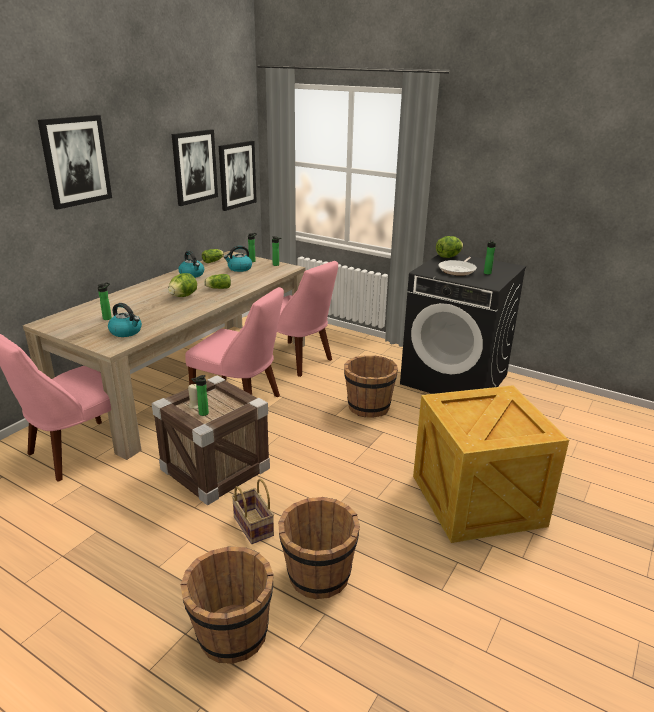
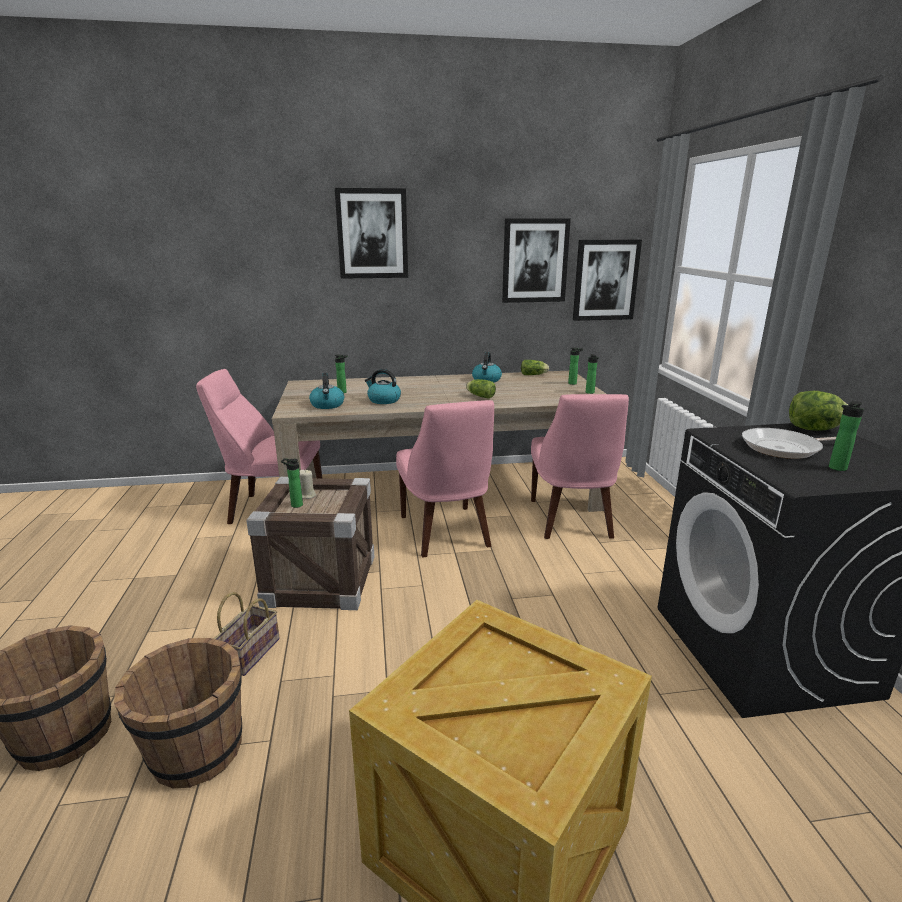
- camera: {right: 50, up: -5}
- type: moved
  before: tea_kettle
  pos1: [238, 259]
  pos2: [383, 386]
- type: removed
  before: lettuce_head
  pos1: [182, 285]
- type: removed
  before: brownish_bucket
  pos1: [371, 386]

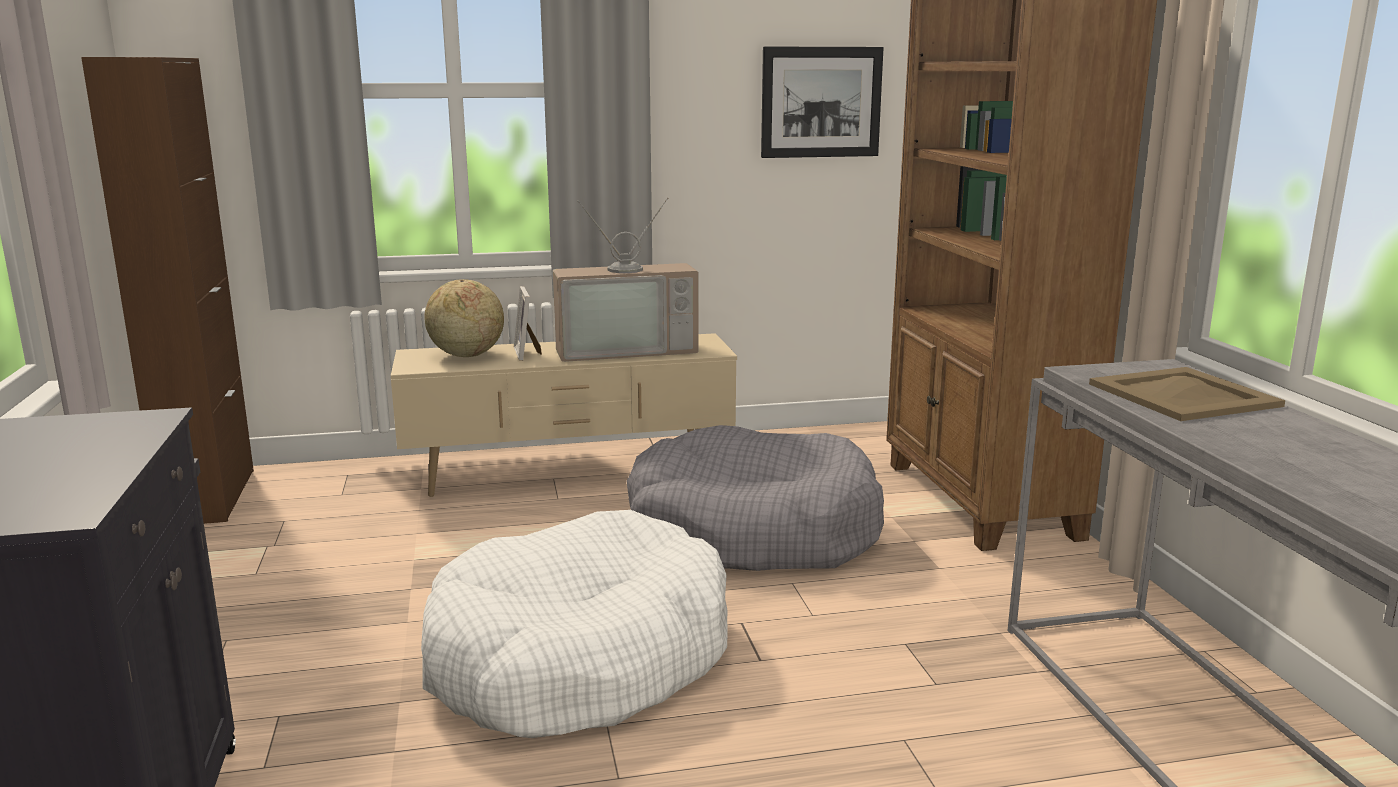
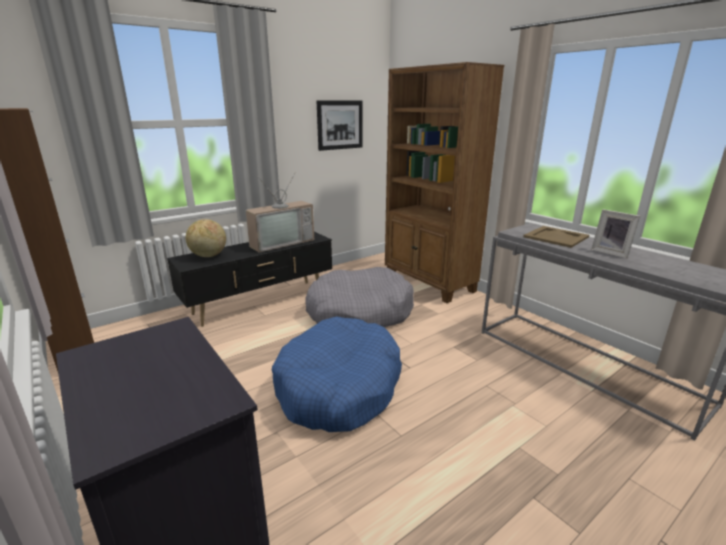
- camera: {right: -25, up: 5}
- type: recoloured
  before: beige-coloured_tv_unit
  after: blackish_tv_unit
  pos1: [564, 415]
  pos2: [249, 279]
- type: recoloured
  before: whitish_pet_bed
  after: blue_pet_bed
  pos1: [574, 624]
  pos2: [337, 374]
- type: moved
  before: photo_frame
  pos1: [528, 323]
  pos2: [616, 233]

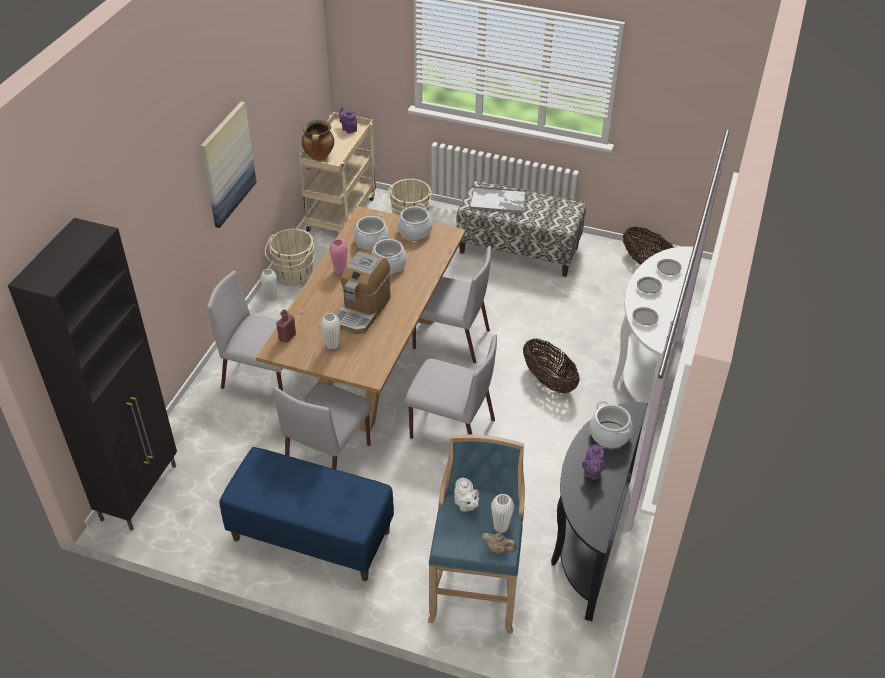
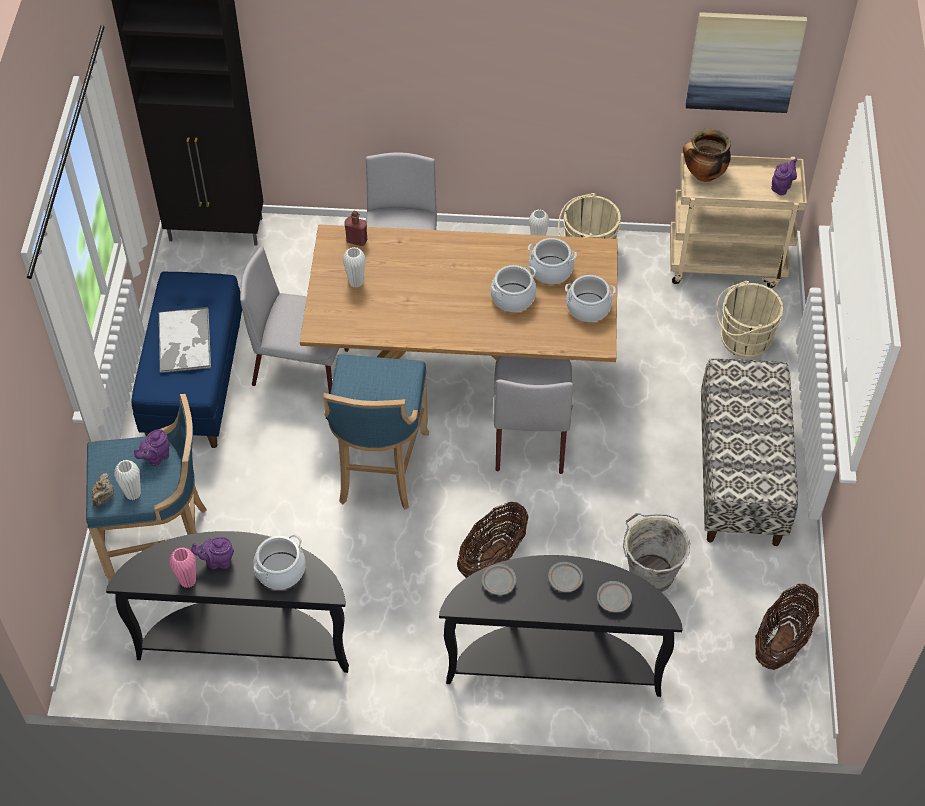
- camera: {right: 75, up: 10}
- type: recoloured
  before: whitish_pot_for_tea
  after: purplish_pot_for_tea
  pos1: [466, 495]
  pos2: [151, 447]
- type: moved
  before: serving_tray
  pos1: [497, 200]
  pos2: [184, 340]
- type: moved
  before: pink_flower_vase
  pos1: [338, 256]
  pos2: [182, 567]
- type: replaced
  before: grey_chair
  after: blue_stool
  pos1: [451, 386]
  pos2: [376, 432]
- type: recoloured
  before: whitish_hall_table
  after: blackish_hall_table
  pos1: [653, 336]
  pos2: [560, 626]
- type: added
  after: grey_bucket
  pos2: [656, 552]
- type: moved
  before: wall_picture
  pos1: [228, 165]
  pos2: [746, 62]
- type: removed
  before: coffee_maker
  pos1: [363, 293]

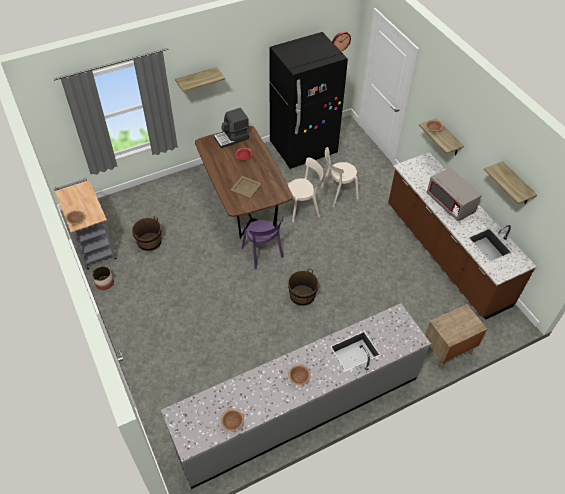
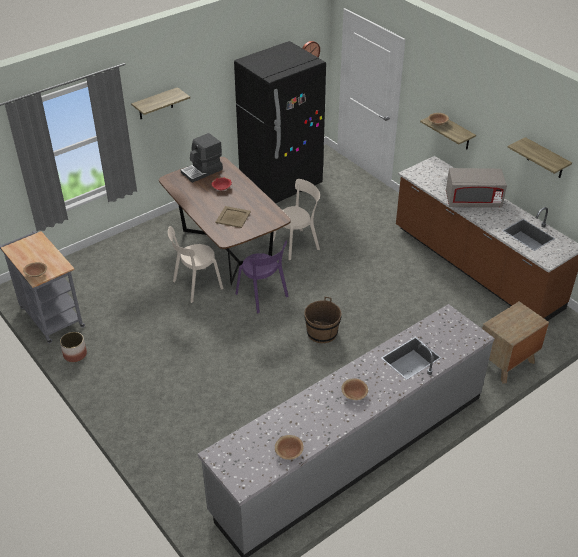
- camera: {right: -10, up: -10}
- type: moved
  before: beige-coloured_chair
  pos1: [340, 177]
  pos2: [195, 264]
- type: turned
  before: grey_kitchen_microwave
  pos1: [454, 194]
  pos2: [476, 188]
  turn: -45
- type: removed
  before: brownish_bucket
  pos1: [147, 233]

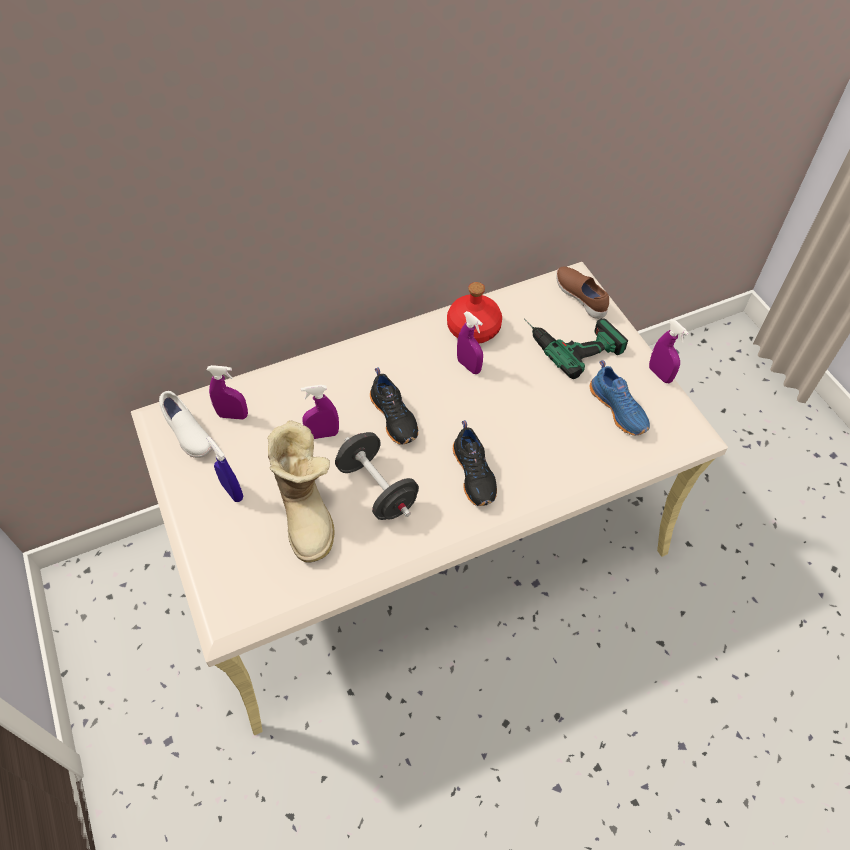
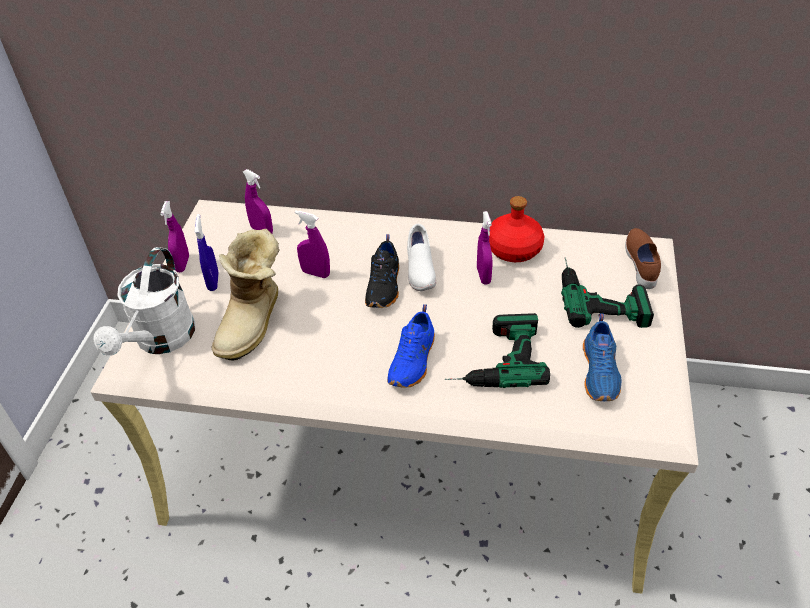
- camera: {right: 35, up: -10}
- type: added
  after: whitish_watering_can
  pos2: [144, 301]
- type: moved
  before: purplish_hand_sprayer
  pos1: [669, 351]
  pos2: [174, 236]
- type: recoloured
  before: blackish_shoe
  after: blue_shoe
  pos1: [475, 463]
  pos2: [411, 346]
- type: moved
  before: whitish_shoe
  pos1: [185, 424]
  pos2: [421, 257]
- type: added
  after: power_drill
  pos2: [497, 350]
- type: removed
  before: blackish_dumbbell
  pos1: [377, 476]

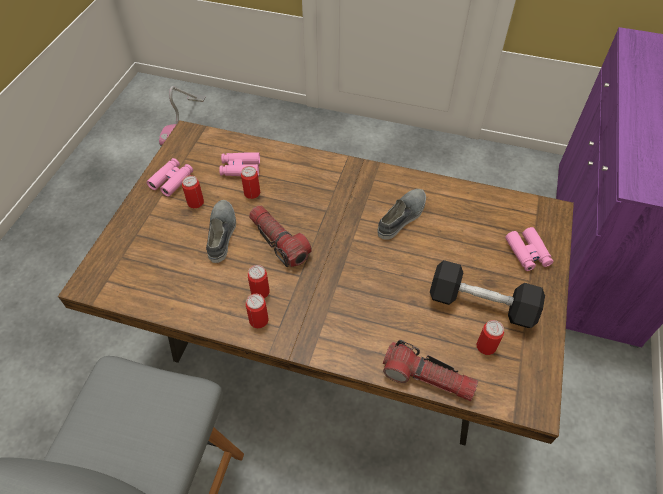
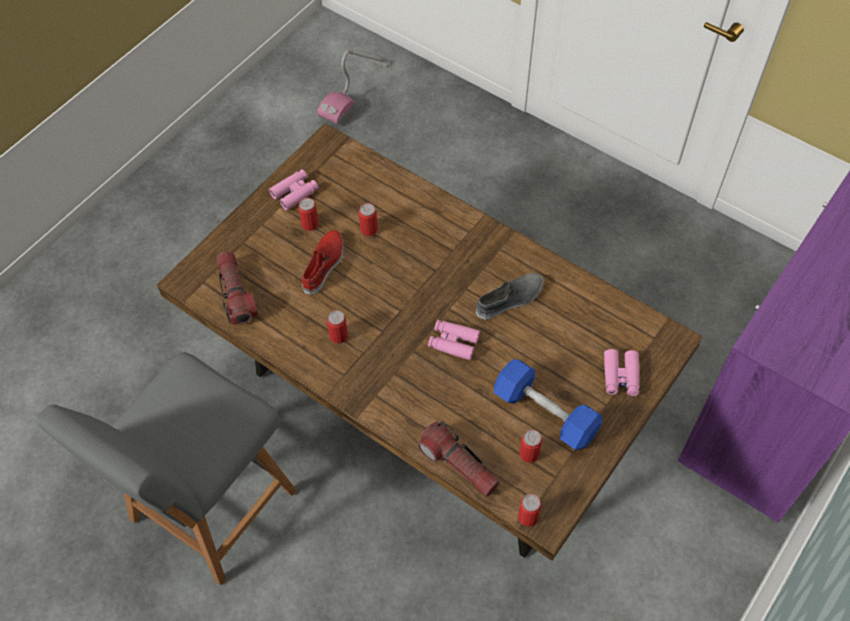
- camera: {right: 20, up: 5}
- type: moved
  before: torch
  pos1: [280, 236]
  pos2: [237, 287]
- type: recoloured
  before: grey_shoe
  after: red_shoe
  pos1: [221, 231]
  pos2: [323, 262]
- type: moved
  before: pink_field_glasses
  pos1: [239, 164]
  pos2: [454, 340]
- type: recoloured
  before: blackish_dumbbell
  after: blue_dumbbell
  pos1: [487, 294]
  pos2: [548, 404]
- type: moved
  before: can
  pos1: [257, 311]
  pos2: [529, 510]

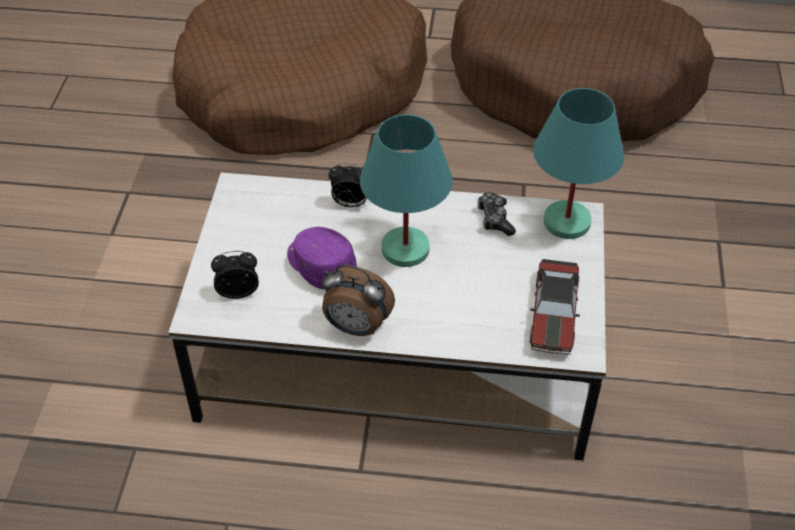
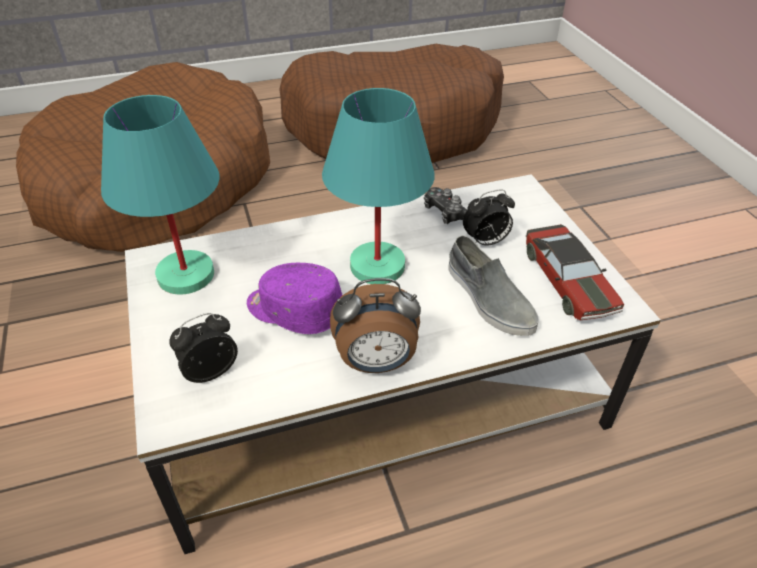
- camera: {right: -25, up: -5}
- type: moved
  before: turquoise_lamp_for_a_table
  pos1: [578, 163]
  pos2: [160, 195]
- type: added
  after: grey_shoe
  pos2: [493, 285]
- type: moved
  before: alarm_clock
  pos1: [347, 185]
  pos2: [489, 217]

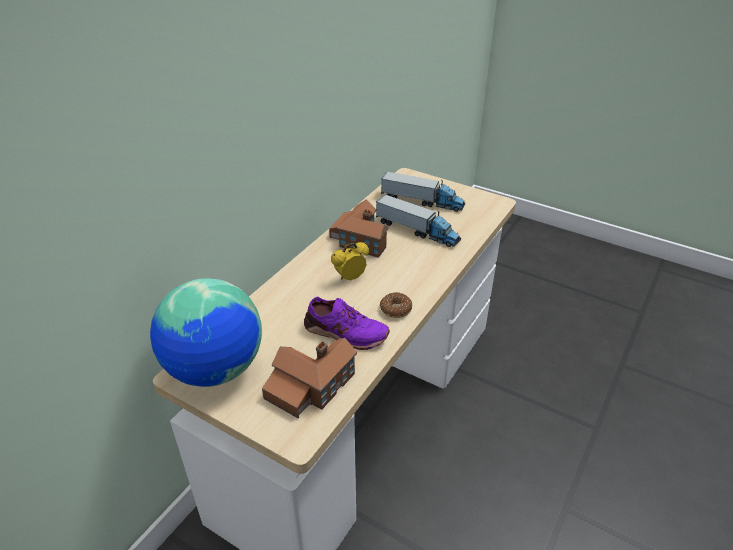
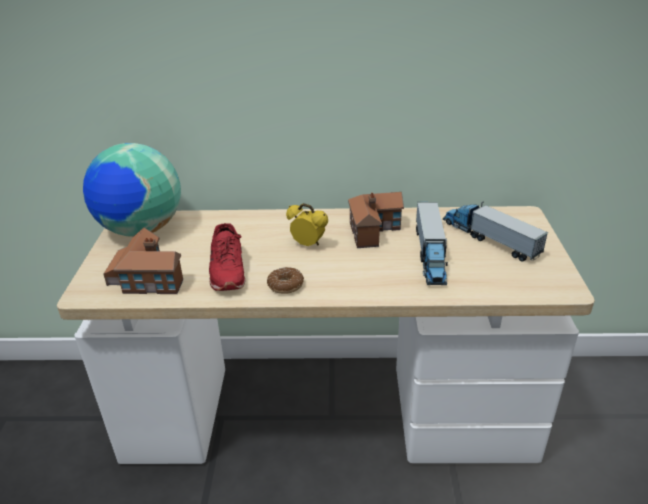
- camera: {right: 60, up: -5}
- type: recoloured
  before: purplish_shoe
  after: red_shoe
  pos1: [347, 323]
  pos2: [227, 257]
- type: turned
  before: model_truck
  pos1: [423, 191]
  pos2: [496, 232]
  turn: 150

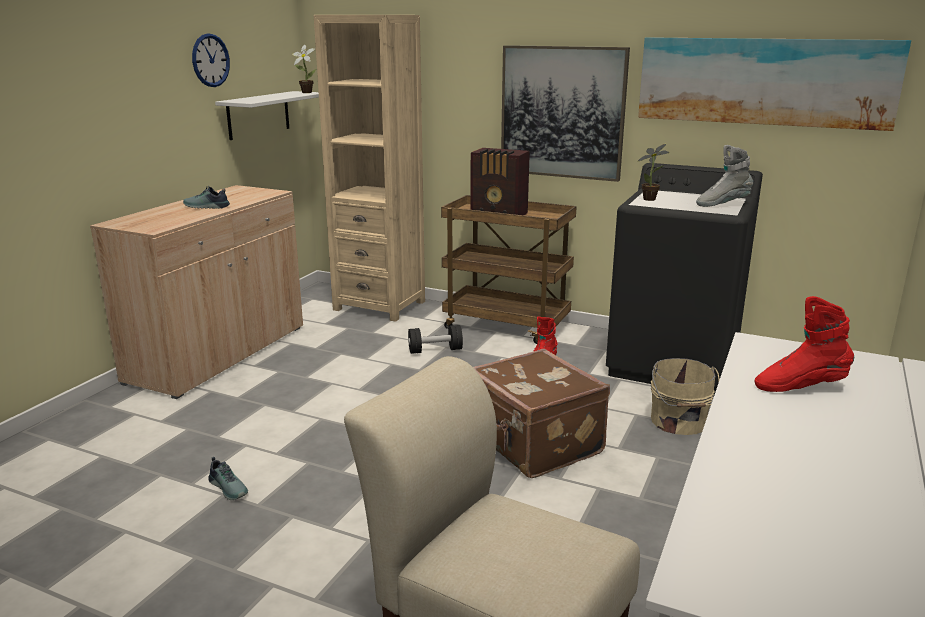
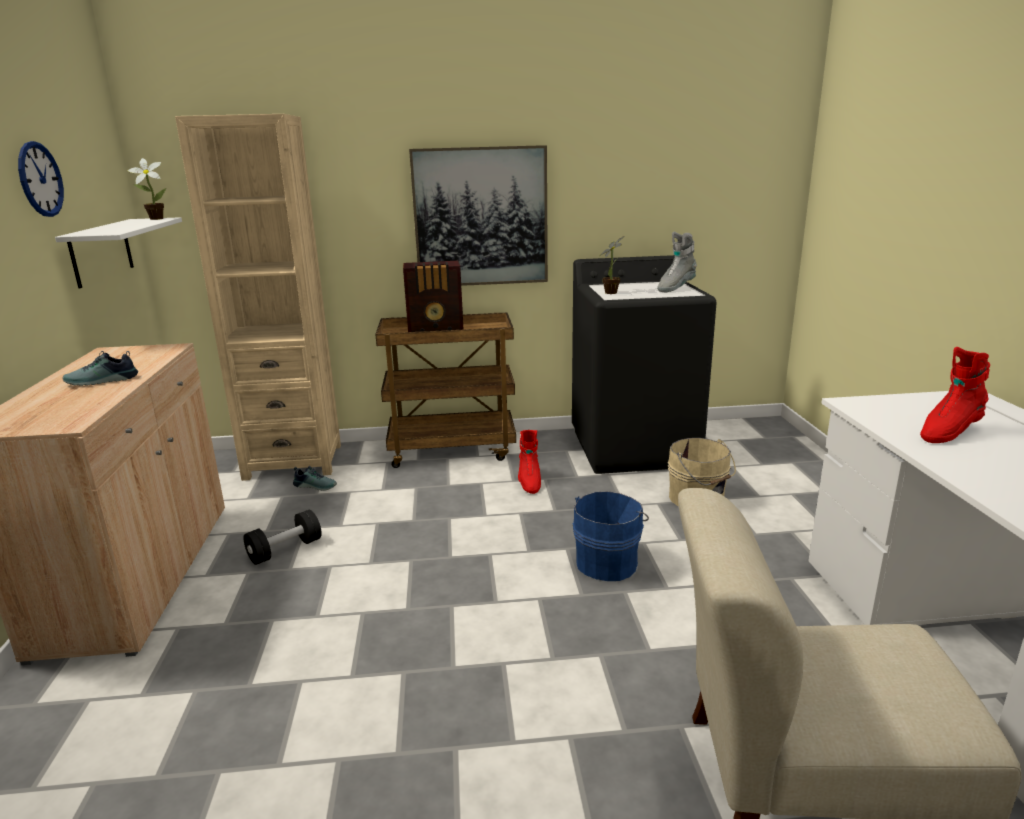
- camera: {right: -30, up: 0}
- type: moved
  before: blackish_dumbbell
  pos1: [435, 339]
  pos2: [282, 537]
- type: moved
  before: shoe
  pos1: [228, 478]
  pos2: [315, 478]
- type: replaced
  before: brownish_suitcase
  after: blue_bucket
  pos1: [541, 413]
  pos2: [611, 536]
- type: removed
  before: wall_picture
  pos1: [774, 84]

